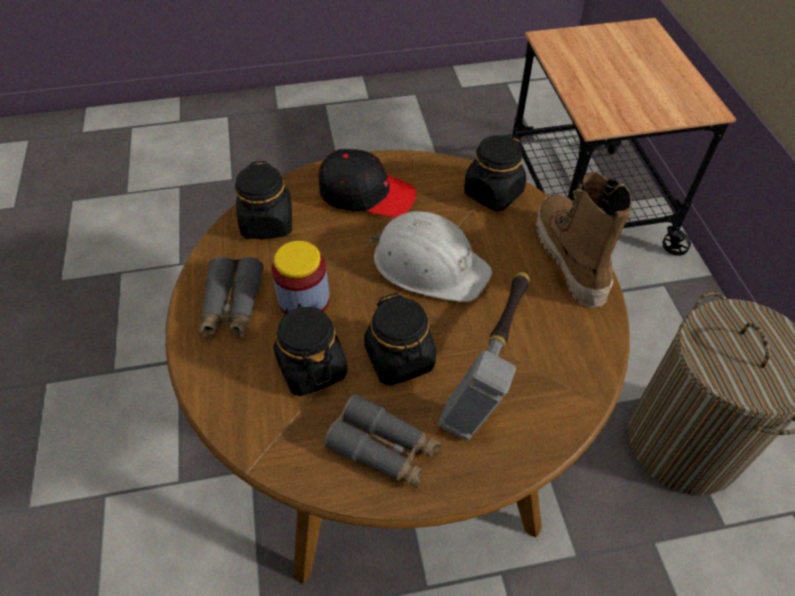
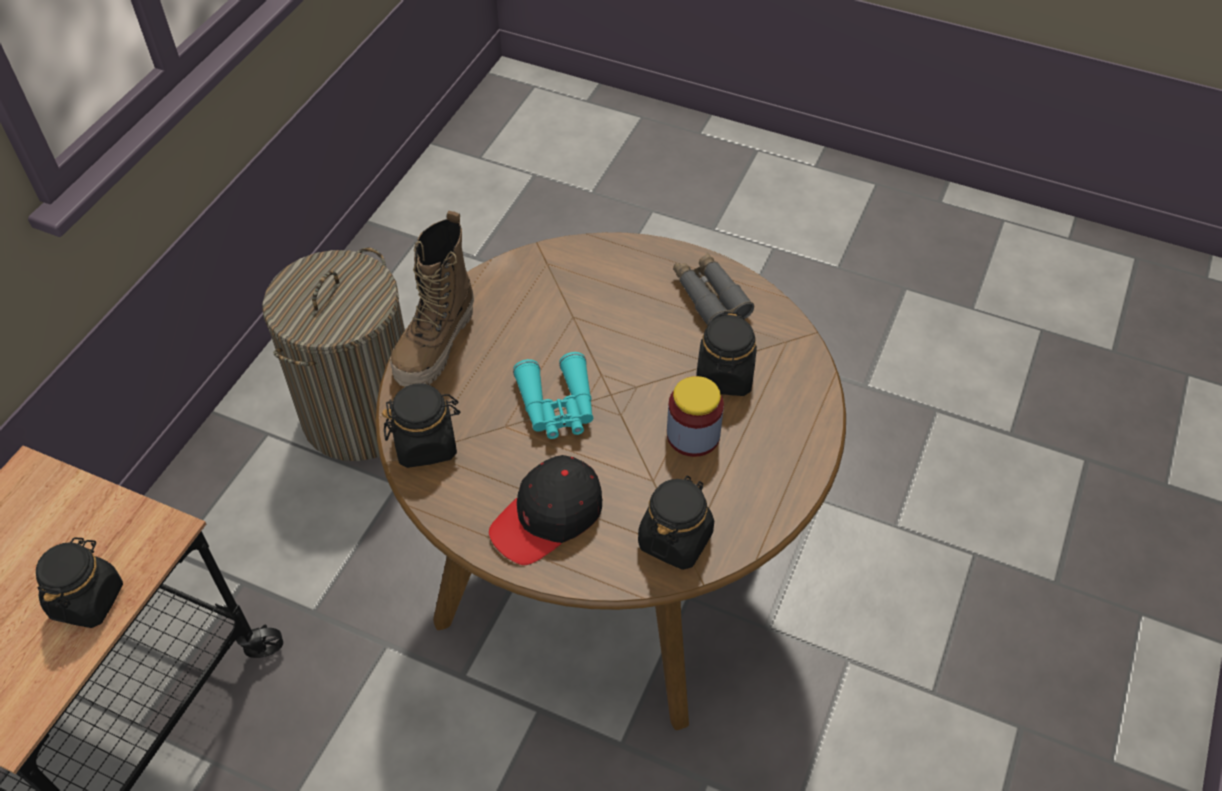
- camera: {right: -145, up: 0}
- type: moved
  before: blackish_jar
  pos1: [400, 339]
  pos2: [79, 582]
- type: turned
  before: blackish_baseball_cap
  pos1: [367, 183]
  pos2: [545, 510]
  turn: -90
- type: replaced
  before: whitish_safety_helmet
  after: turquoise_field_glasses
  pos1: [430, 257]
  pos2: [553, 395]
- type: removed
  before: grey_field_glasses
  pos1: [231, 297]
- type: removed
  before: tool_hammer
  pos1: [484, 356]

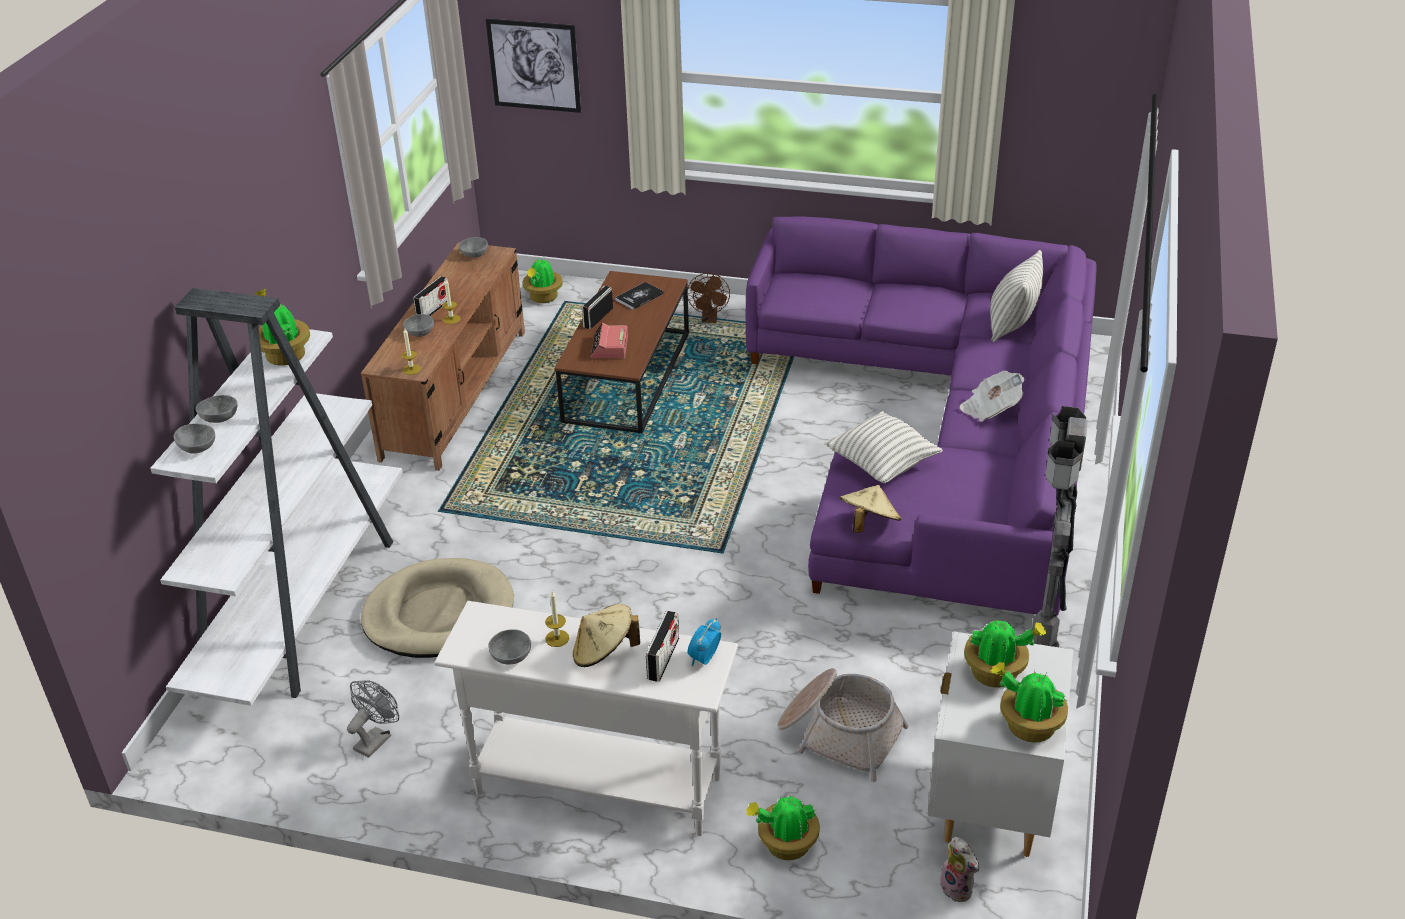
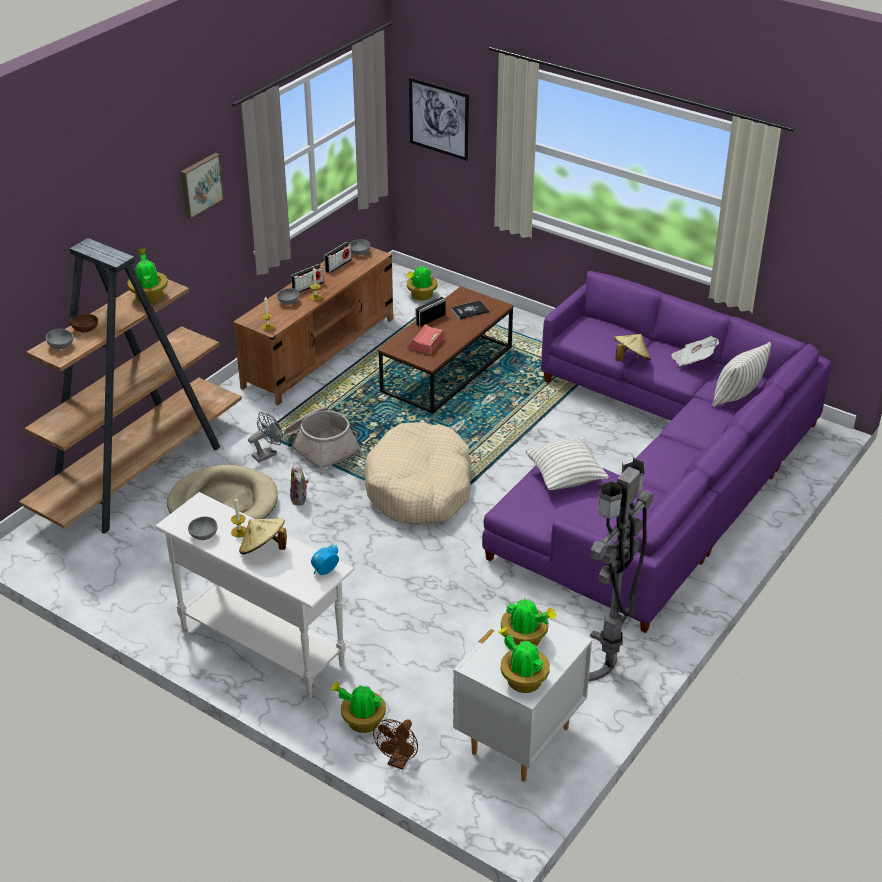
- camera: {right: 20, up: 0}
- type: recoloured
  before: whitish_bookshelf
  after: brownish_bookshelf
  pos1: [276, 497]
  pos2: [130, 386]
- type: recoloured
  before: grey_serving_bowl
  after: brownish_serving_bowl
  pos1: [217, 409]
  pos2: [84, 323]
- type: added
  after: wall_picture
  pos2: [202, 186]
- type: moved
  before: grey_cooling_fan
  pos1: [373, 719]
  pos2: [265, 437]
- type: moved
  before: basket
  pos1: [843, 725]
  pos2: [323, 440]
- type: moved
  before: soft_toy
  pos1: [959, 869]
  pos2: [299, 484]
- type: moved
  before: radio_receiver
  pos1: [662, 646]
  pos2: [338, 257]
- type: added
  after: beige-coloured_pet_bed
  pos2: [417, 473]
- type: moved
  before: brownish_cooling_fan
  pos1: [709, 298]
  pos2: [395, 744]
- type: moved
  before: beige-coloured_clothing_hat
  pos1: [870, 509]
  pos2: [632, 347]
- type: moved
  before: printed_paper
  pos1: [992, 396]
  pos2: [695, 351]

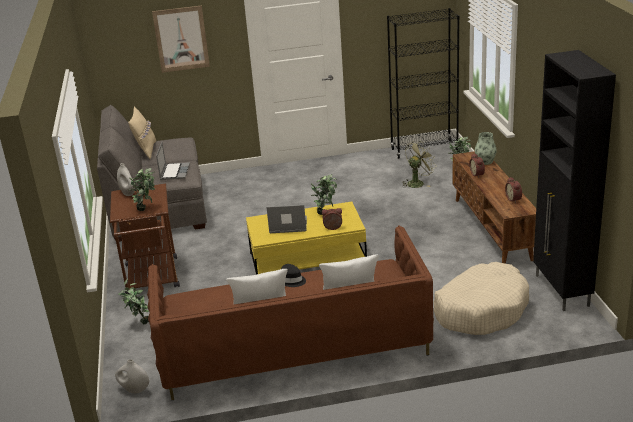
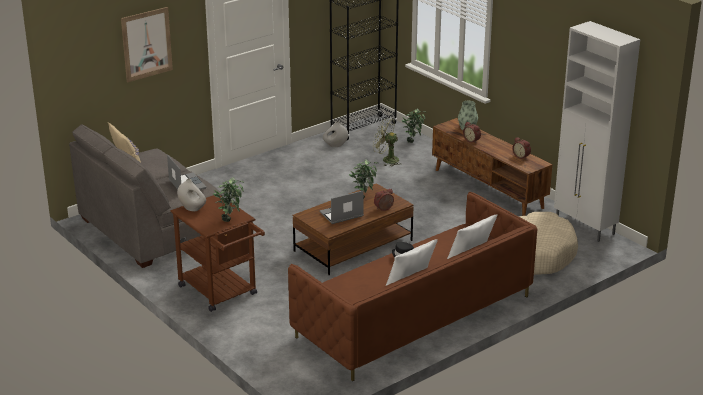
- camera: {right: -30, up: 0}
- type: recoloured
  before: yellow_coffee_table
  after: brownish_coffee_table
  pos1: [306, 238]
  pos2: [353, 229]
- type: moved
  before: whitish_flower_vase
  pos1: [132, 376]
  pos2: [335, 134]
- type: turned
  before: greenish_cooling_fan
  pos1: [419, 164]
  pos2: [387, 142]
  turn: -90
- type: recoloured
  before: blackish_storage_cabinet
  after: whitish_storage_cabinet
  pos1: [574, 180]
  pos2: [597, 131]
- type: removed
  before: houseplant
  pos1: [133, 301]

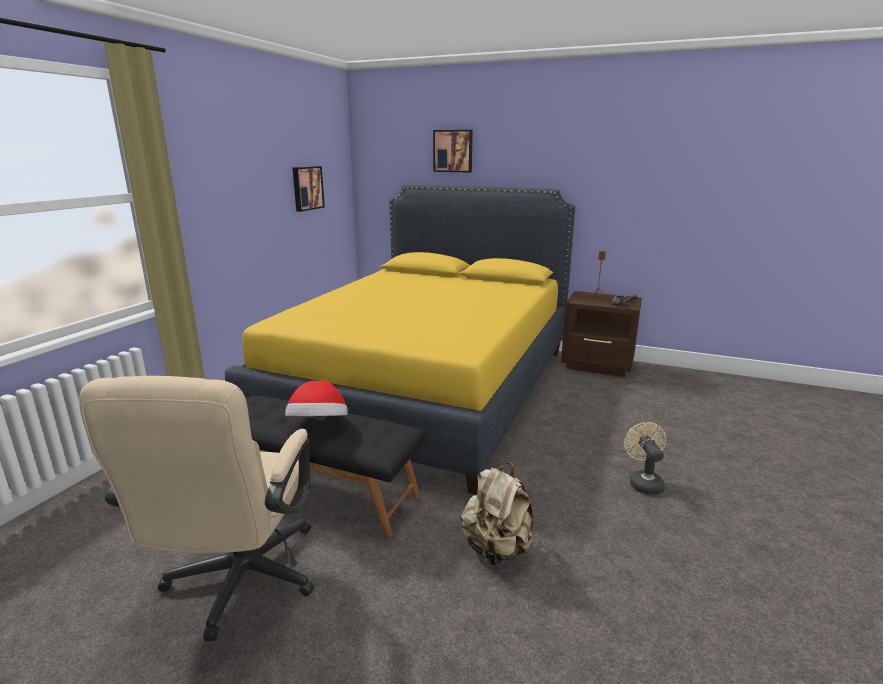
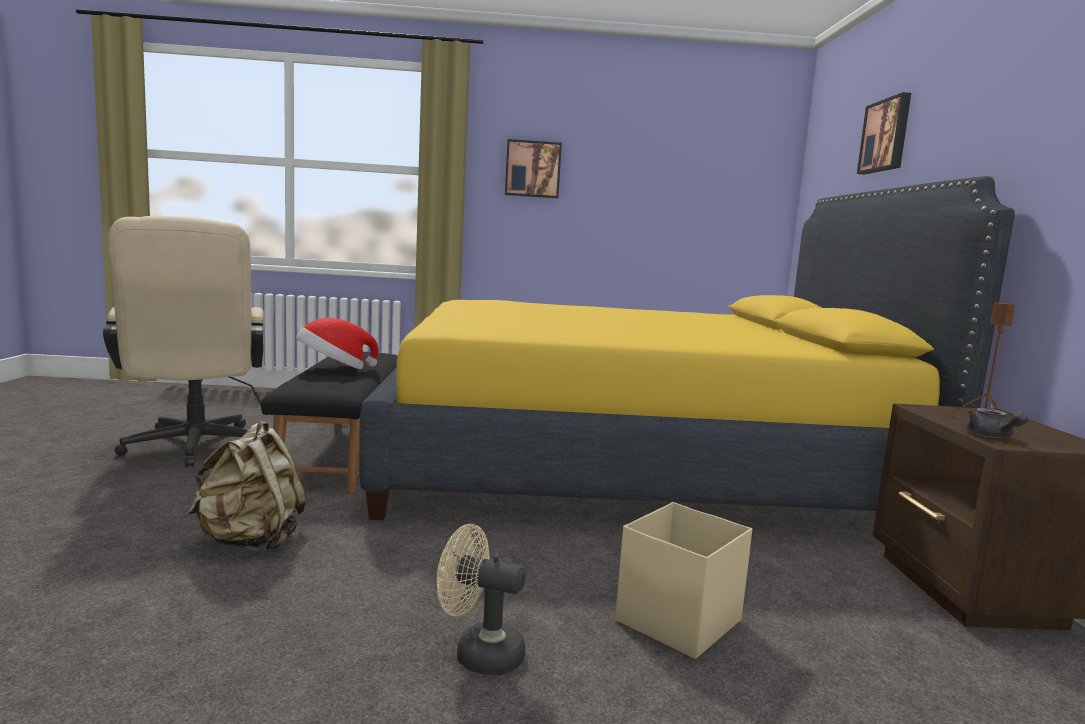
- camera: {right: 65, up: -10}
- type: turned
  before: beige-coloured_desk_chair
  pos1: [196, 508]
  pos2: [183, 341]
  turn: -90
- type: turned
  before: beige-coloured_cooling_fan
  pos1: [645, 458]
  pos2: [481, 599]
  turn: -135
- type: moved
  before: wall_picture
  pos1: [309, 189]
  pos2: [533, 168]
- type: added
  after: beige-coloured_storage_bin
  pos2: [683, 580]

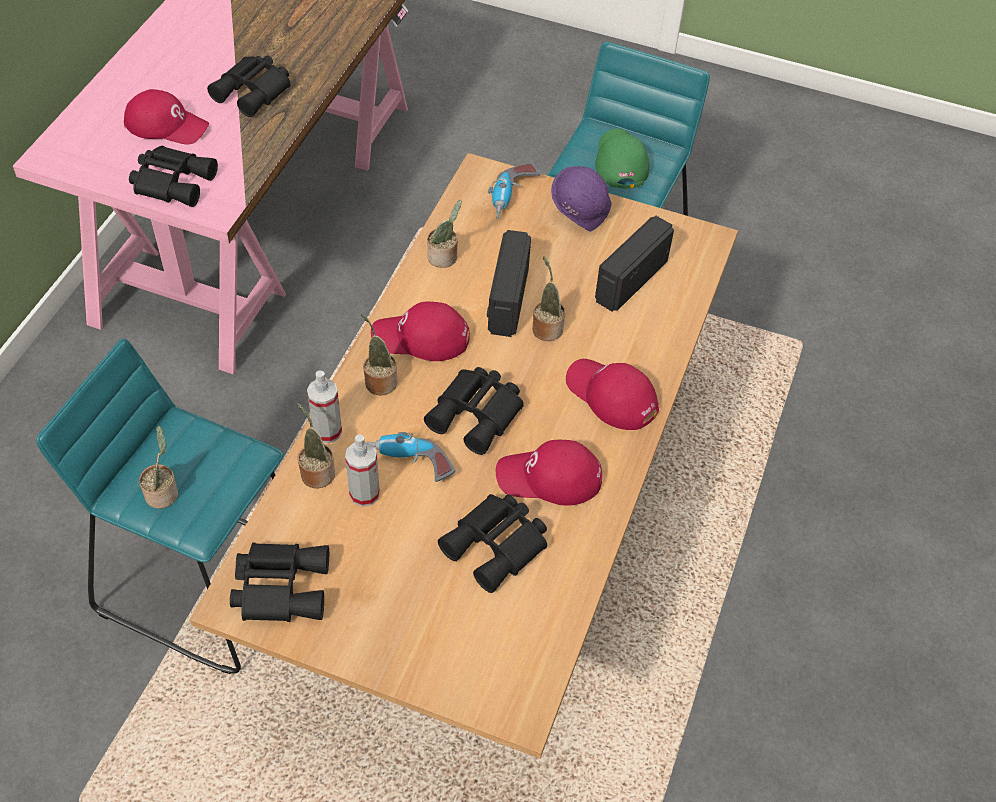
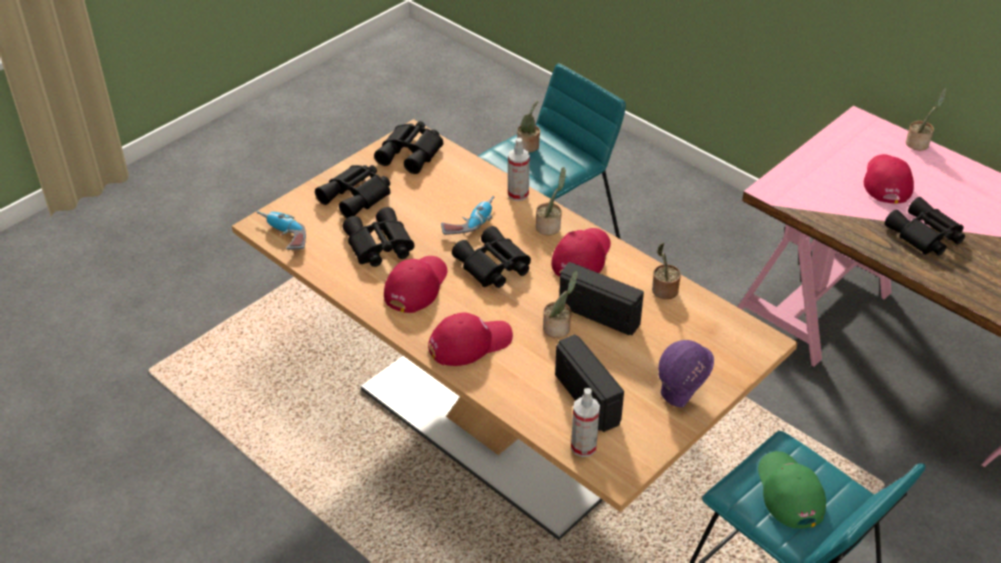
- camera: {right: 115, up: -10}
- type: moved
  before: power_drill
  pos1: [514, 191]
  pos2: [281, 230]
- type: moved
  before: blackish_field_glasses
  pos1: [173, 176]
  pos2: [352, 191]
- type: moved
  before: hand_sprayer
  pos1: [362, 471]
  pos2: [585, 422]
- type: turned
  before: greenish_baseball_cap
  pos1: [622, 159]
  pos2: [792, 490]
  turn: -120
- type: turned
  before: red_baseball_cap
  pos1: [166, 116]
  pos2: [889, 179]
  turn: 150
- type: moved
  before: houseplant
  pos1: [316, 445]
  pos2: [926, 119]

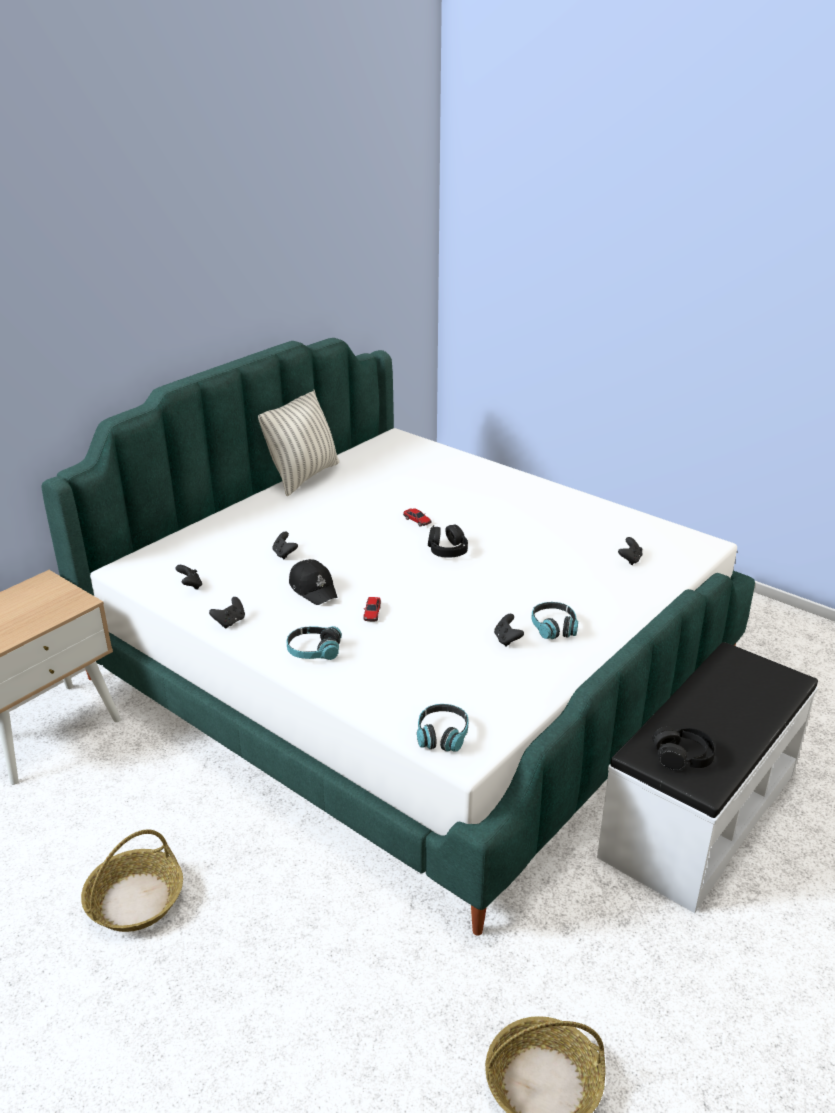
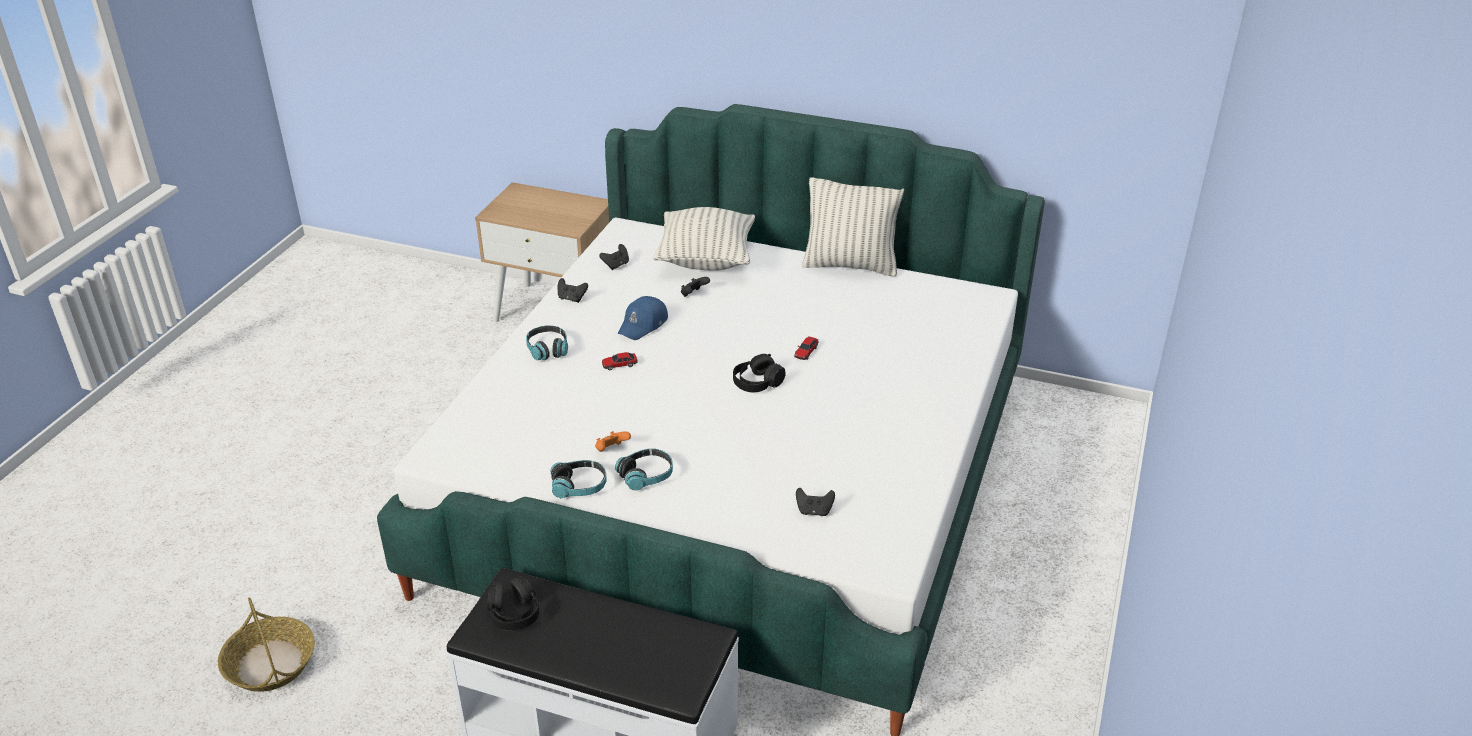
- camera: {right: 70, up: 5}
- type: moved
  before: pair_of_headphones
  pos1: [442, 728]
  pos2: [578, 479]
- type: recoloured
  before: blackish_joypad
  after: orangey_joypad
  pos1: [509, 630]
  pos2: [613, 441]
- type: recoloured
  before: blackish_baseball_cap
  after: blue_baseball_cap
  pos1: [313, 582]
  pos2: [643, 318]
- type: added
  after: cushion
  pos2: [704, 239]
- type: removed
  before: basket
  pos1: [132, 880]

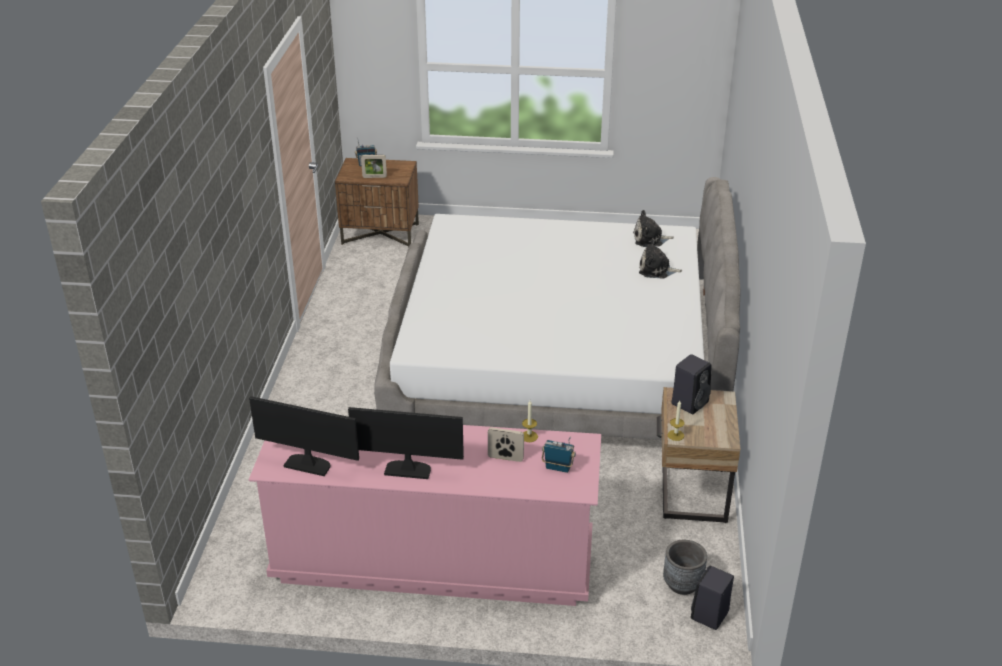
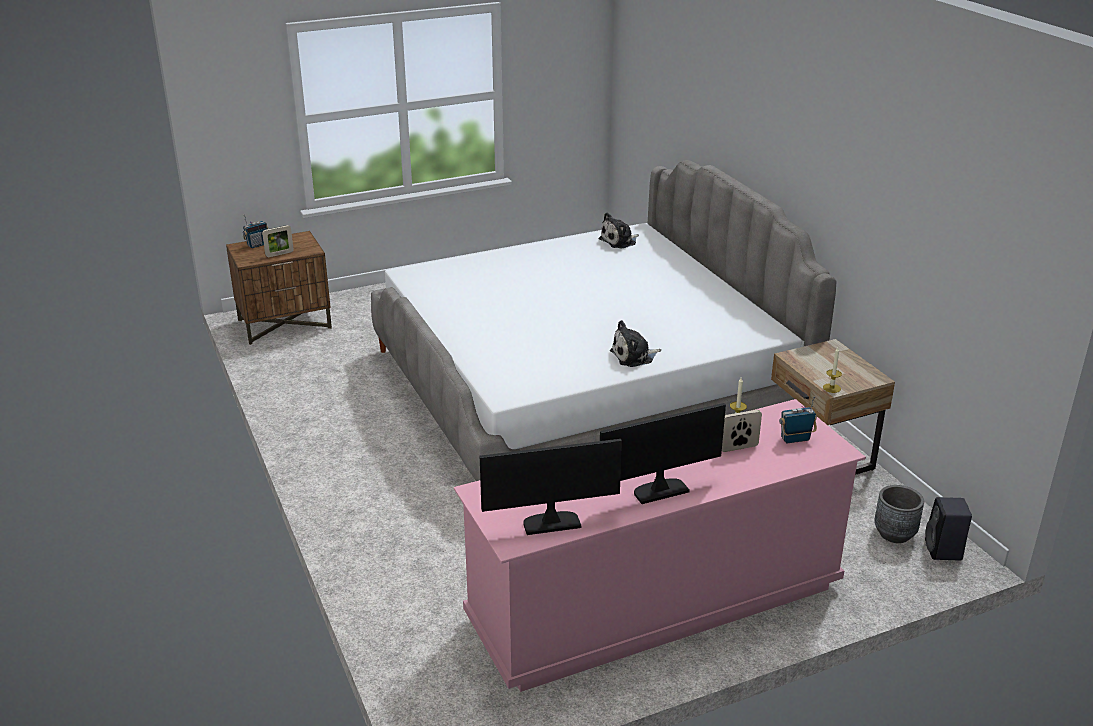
- camera: {right: -30, up: -5}
- type: moved
  before: soft_toy
  pos1: [660, 258]
  pos2: [635, 343]
- type: removed
  before: blackish_speaker
  pos1: [692, 384]

